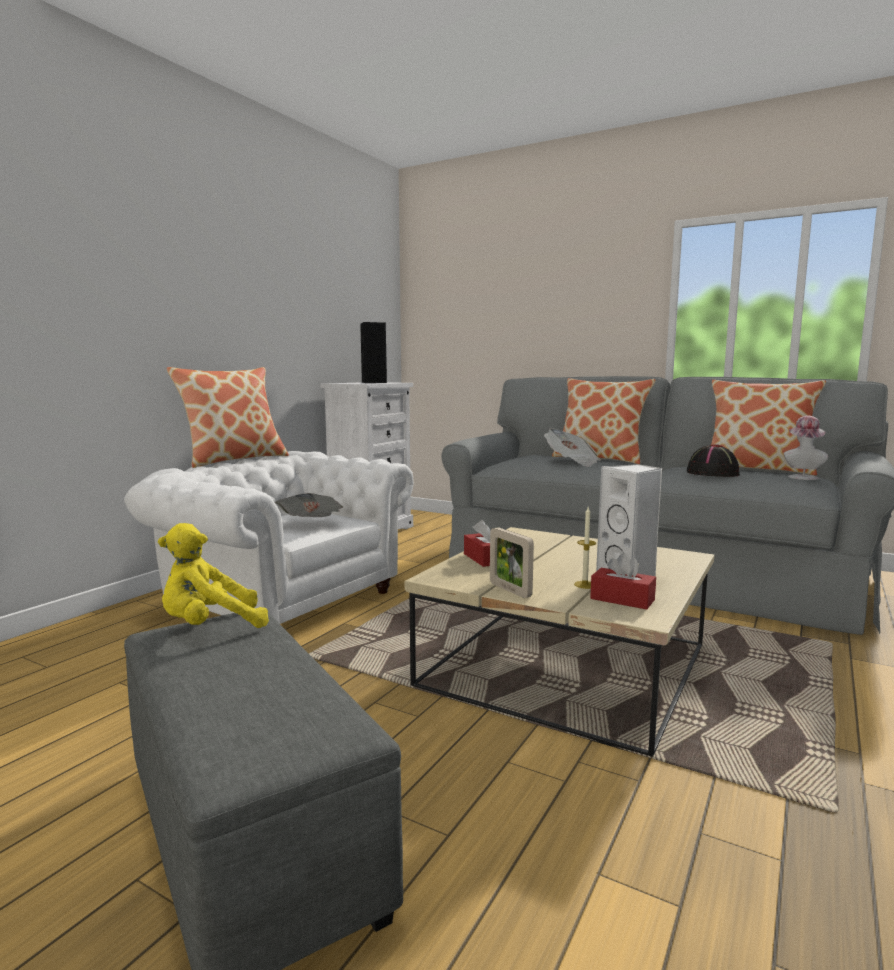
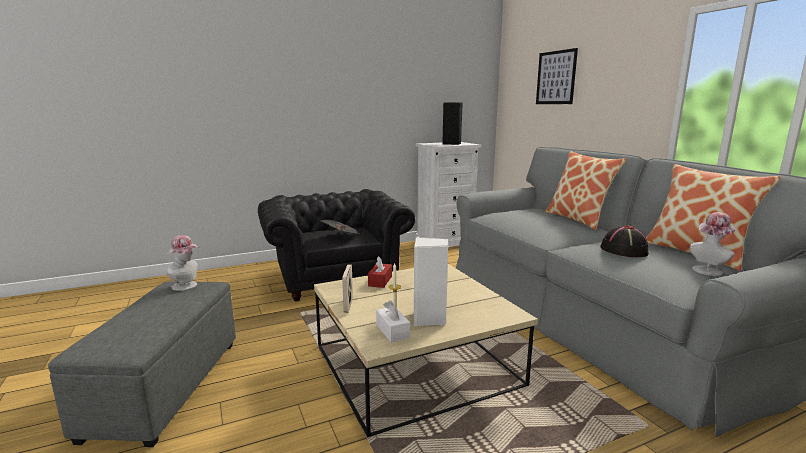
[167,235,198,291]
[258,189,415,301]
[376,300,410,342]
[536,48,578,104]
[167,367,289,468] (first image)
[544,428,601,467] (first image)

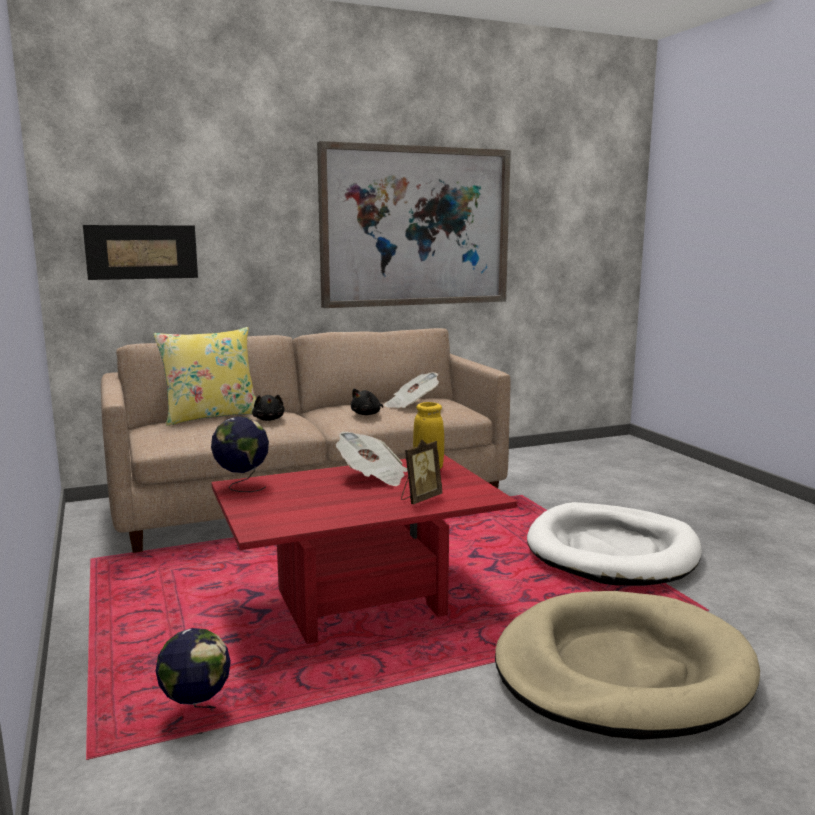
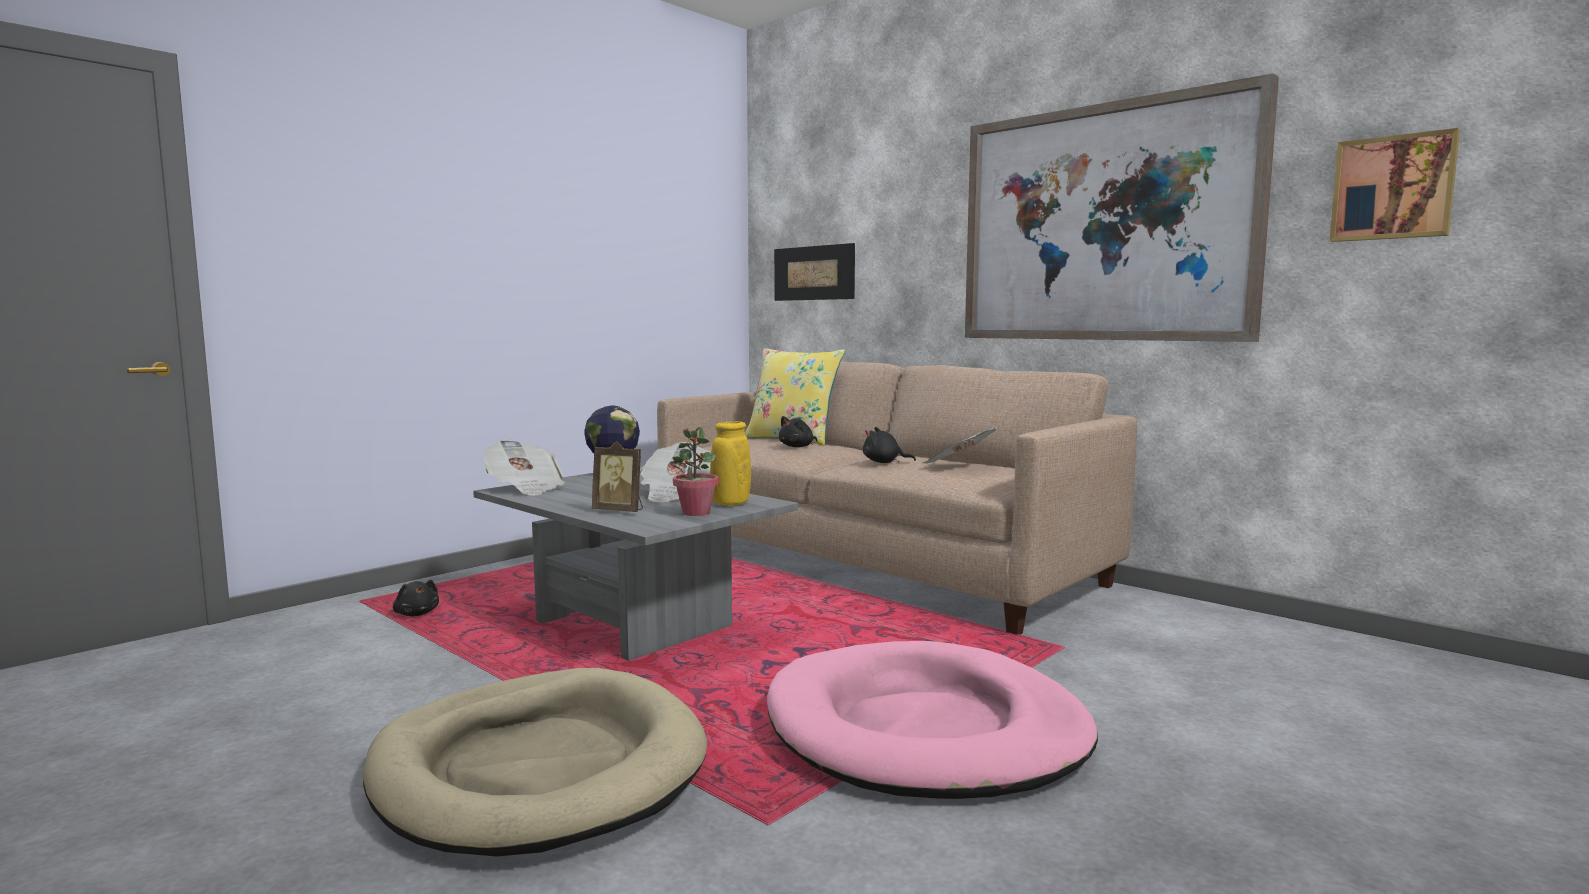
[393,580,439,616]
[473,473,798,661]
[483,439,565,496]
[673,427,719,516]
[767,641,1098,799]
[1329,128,1460,242]

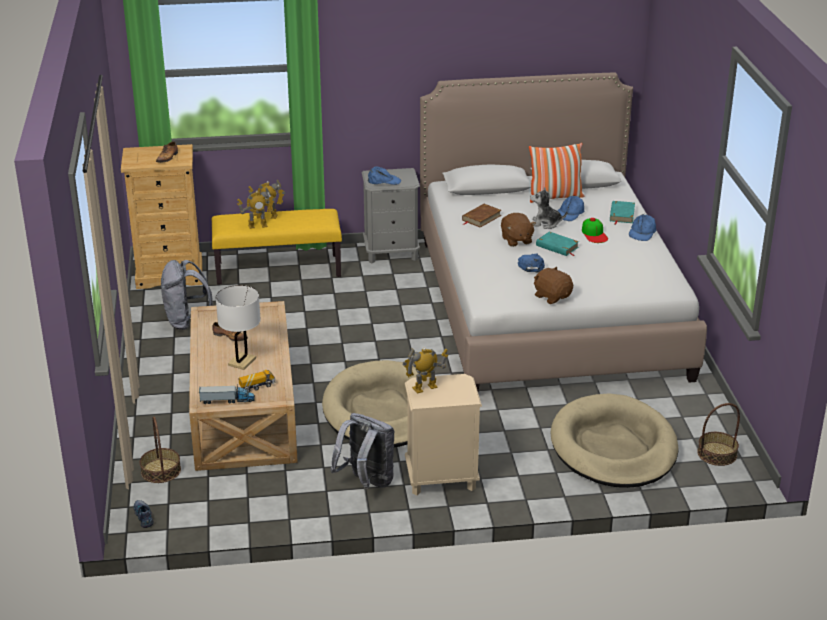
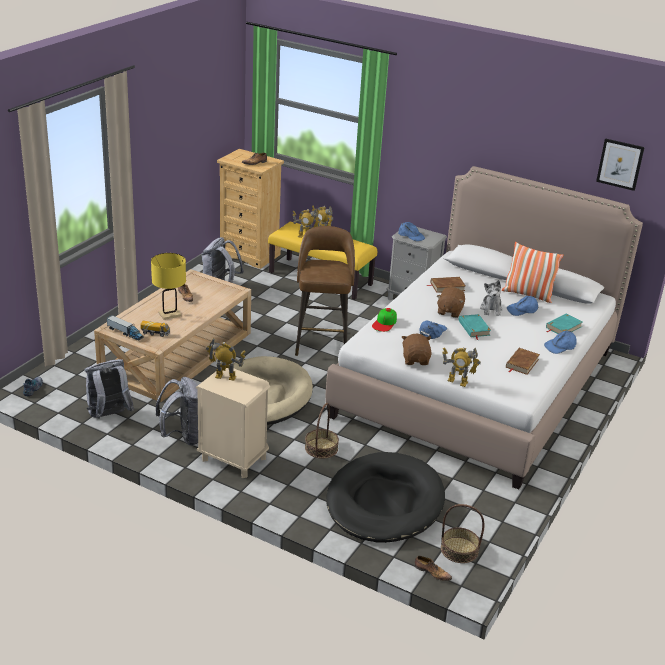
[84,359,134,419]
[151,253,186,320]
[295,226,355,356]
[305,403,339,458]
[326,452,445,543]
[372,308,397,332]
[415,556,452,581]
[442,347,481,387]
[480,280,503,316]
[506,348,540,375]
[596,138,645,191]

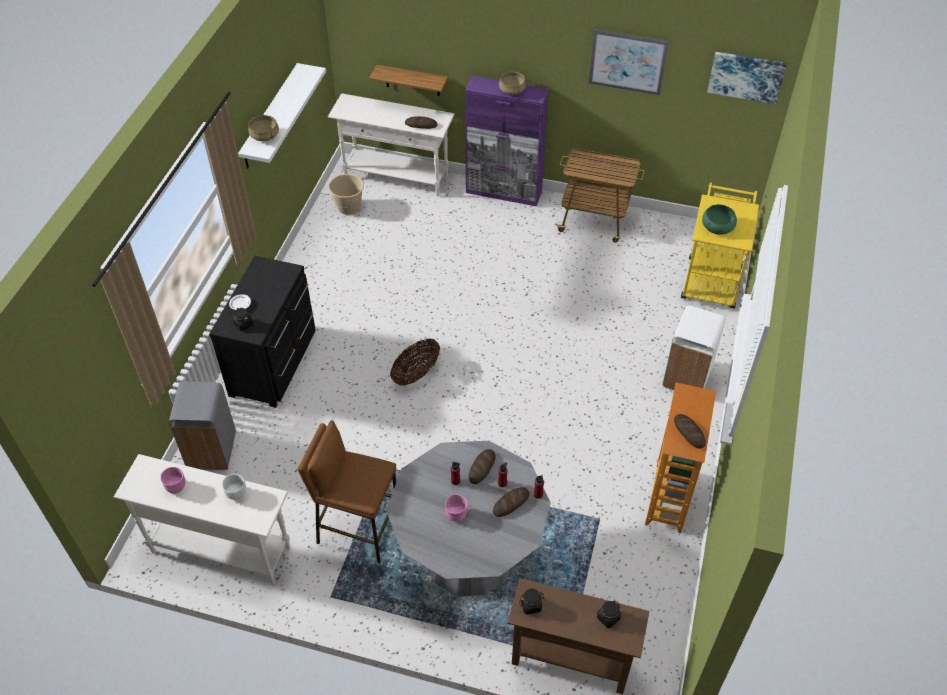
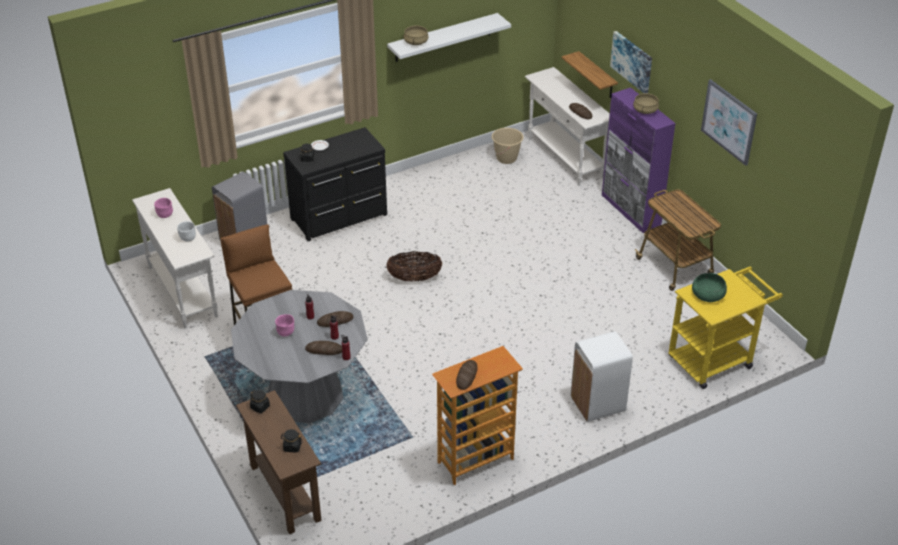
[610,31,652,93]

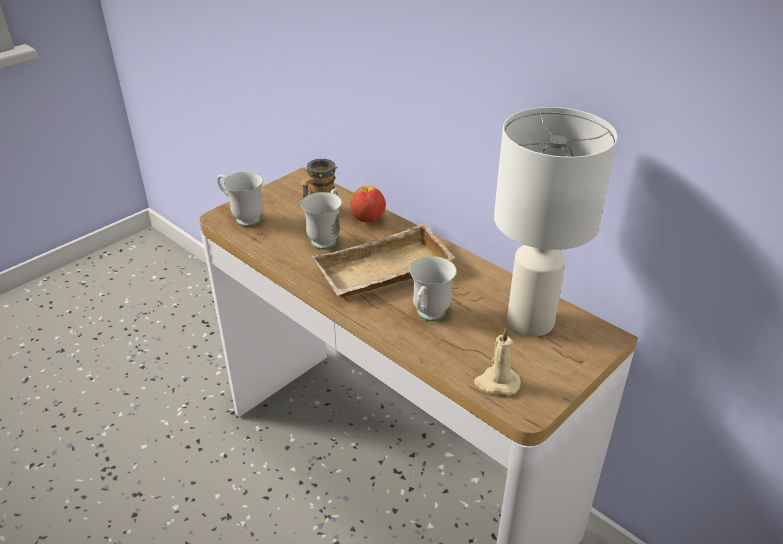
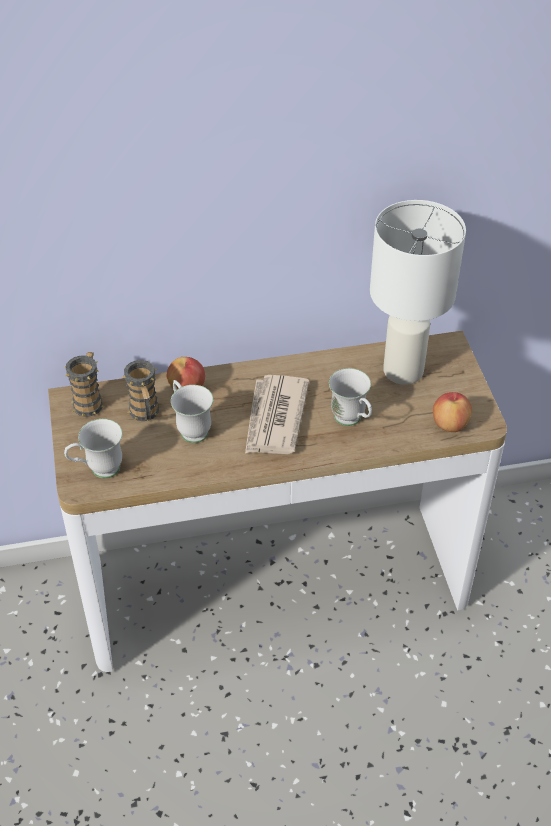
[64,352,105,417]
[245,375,309,454]
[433,392,472,432]

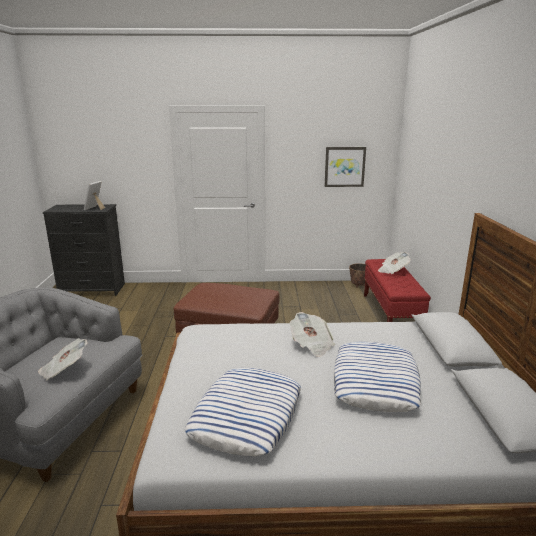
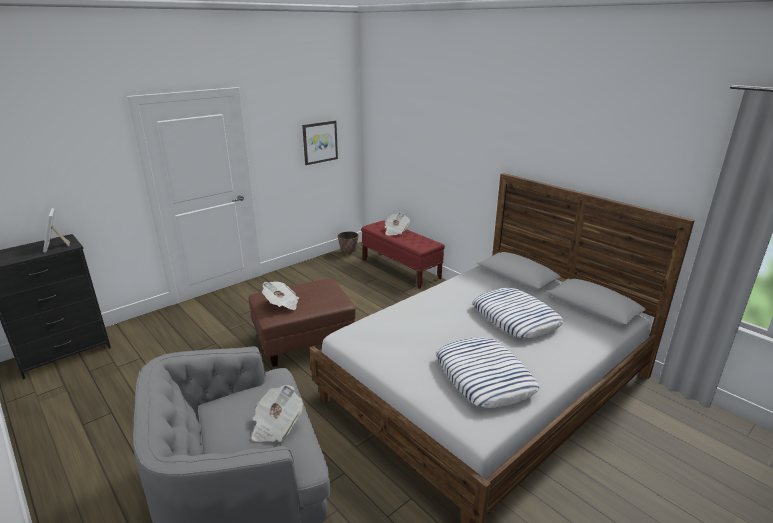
[262,281,299,310]

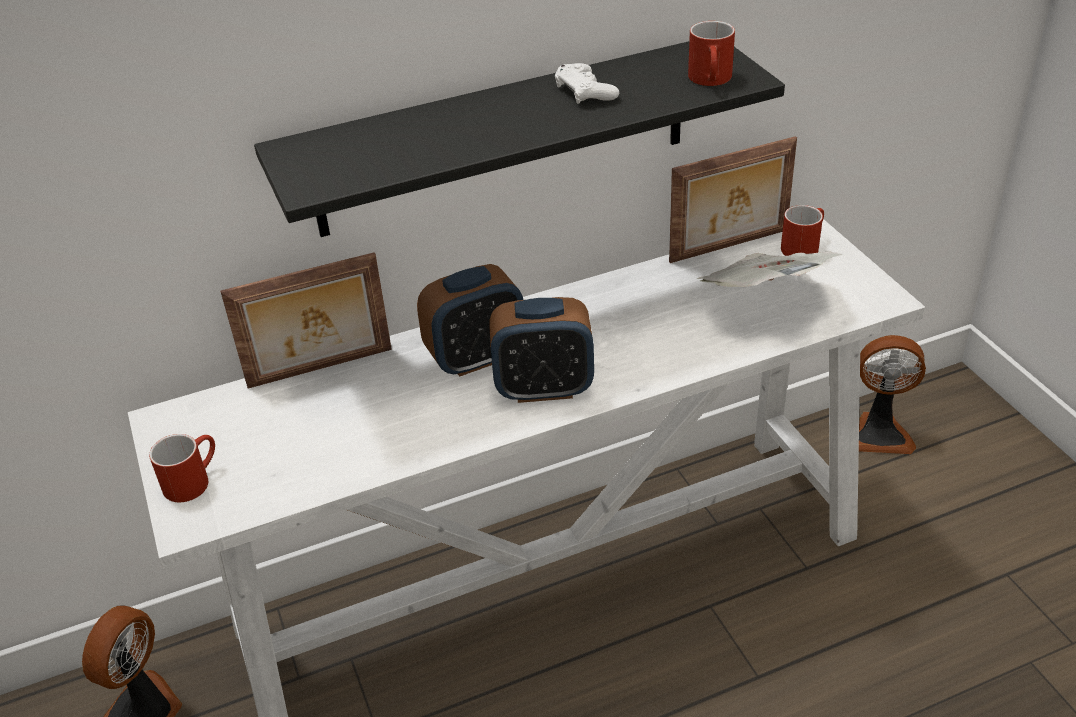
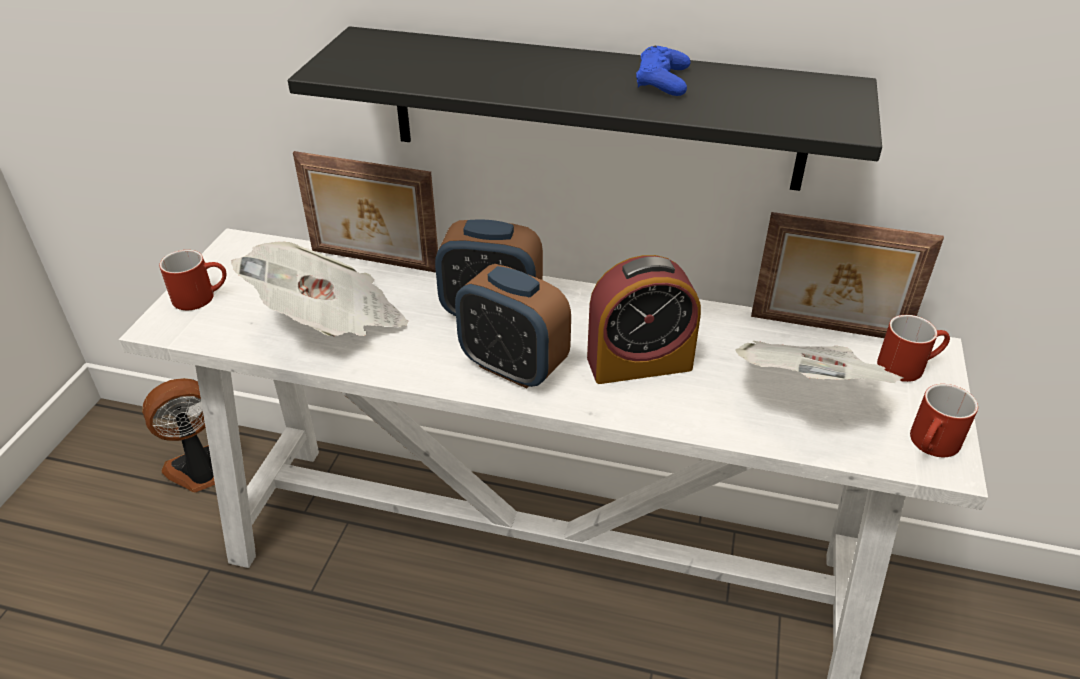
[231,241,409,337]
[587,255,701,384]
[636,46,691,96]
[910,384,978,457]
[859,335,926,454] (first image)

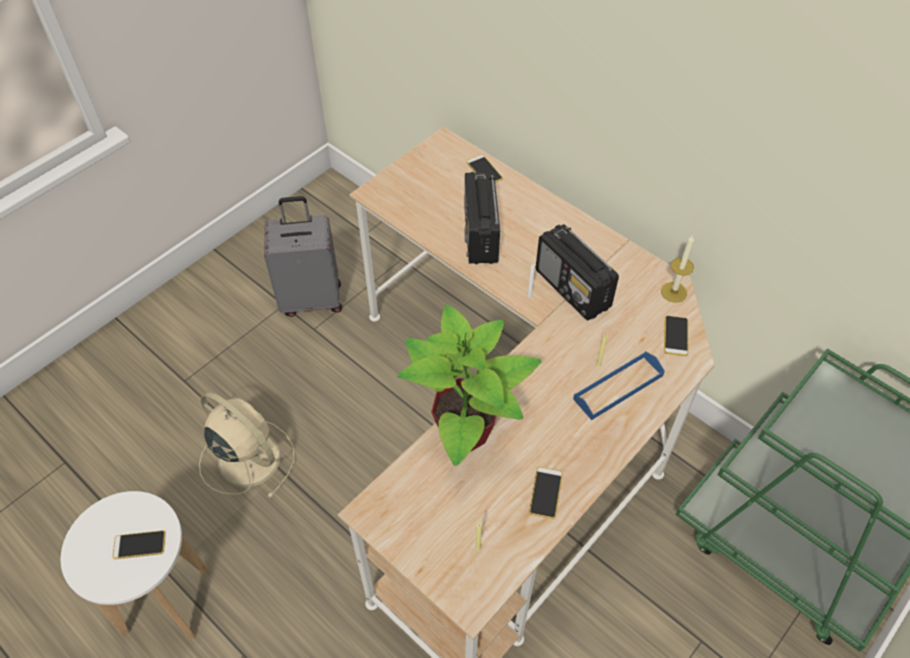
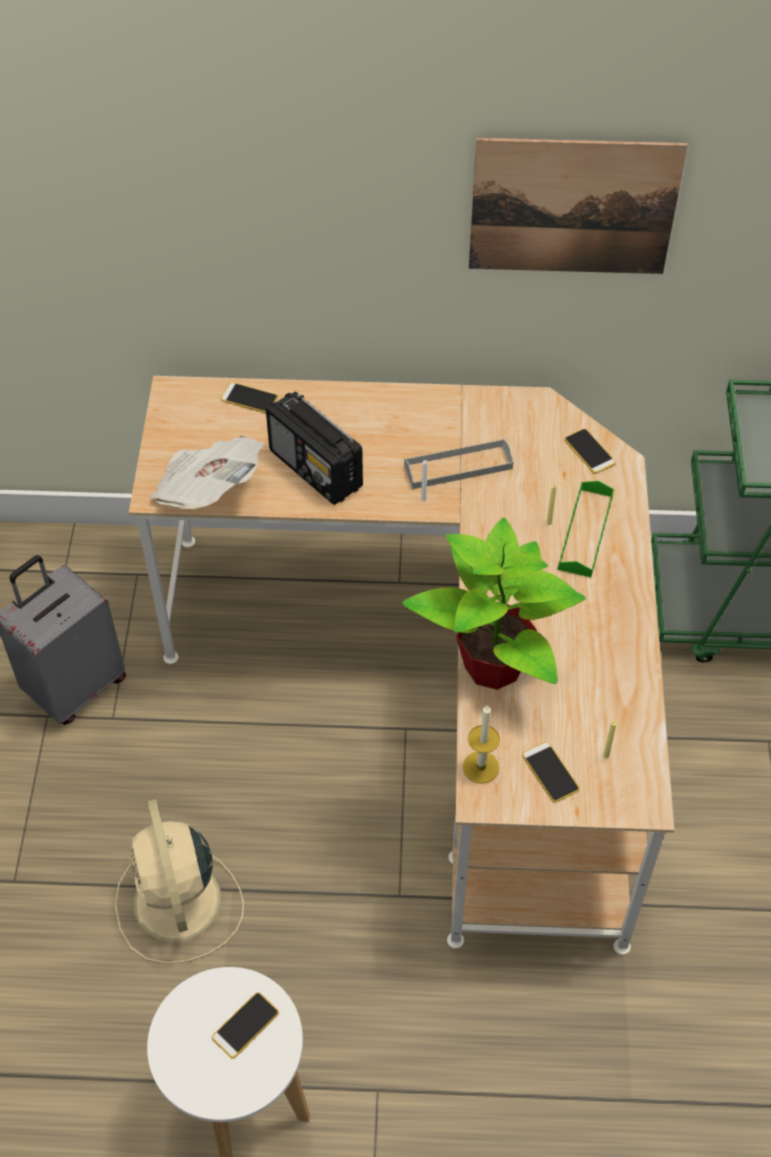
[115,799,244,964]
[149,436,264,510]
[404,438,513,489]
[463,705,500,784]
[469,138,688,274]
[522,742,580,803]
[558,481,614,577]

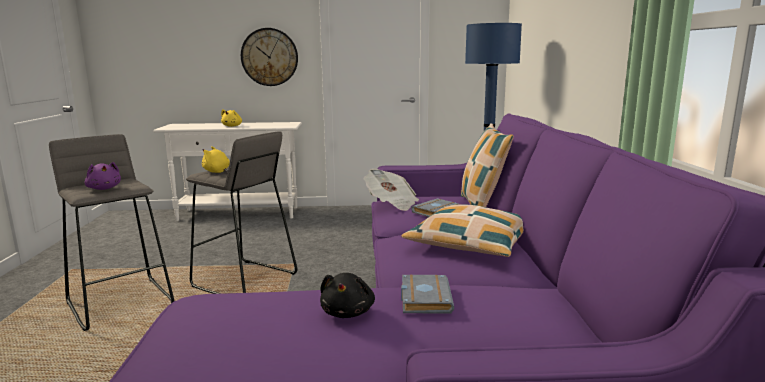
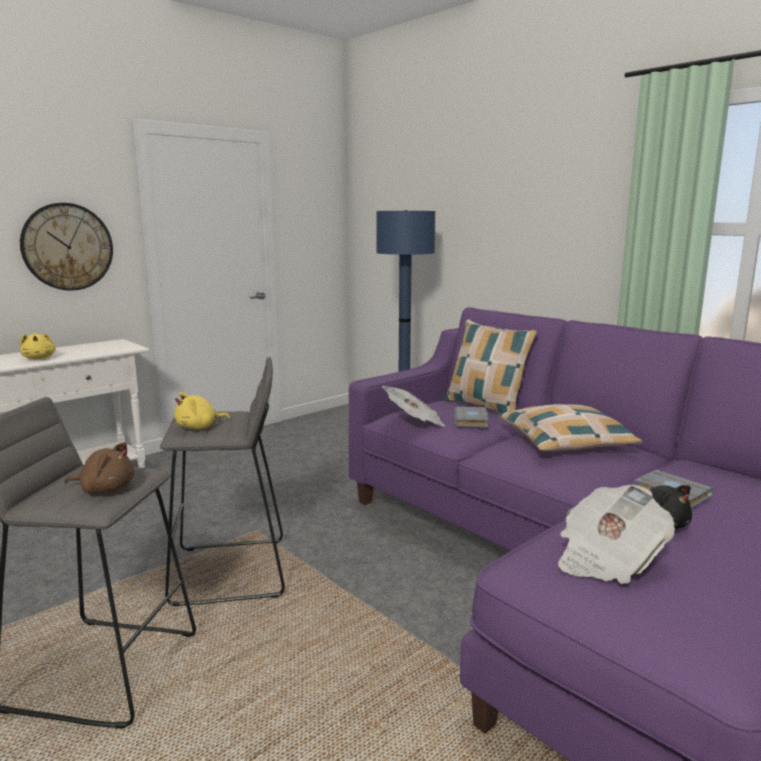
[65,442,134,493]
[558,485,675,584]

